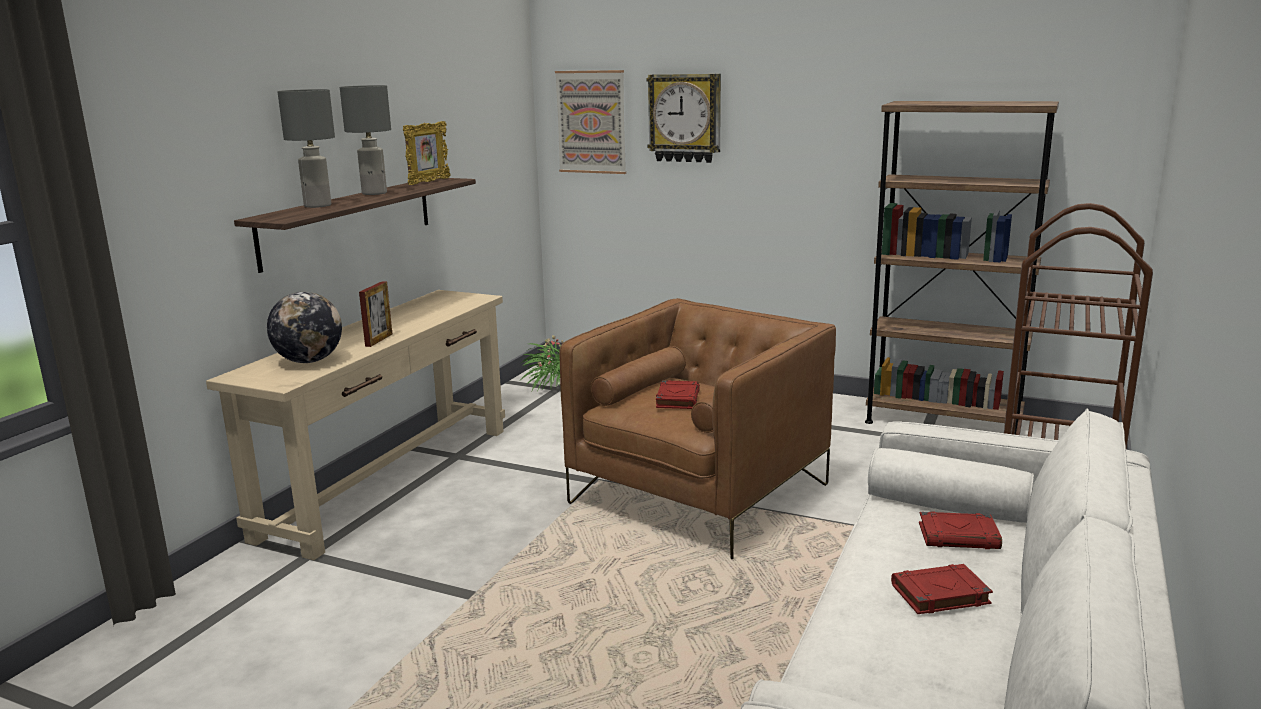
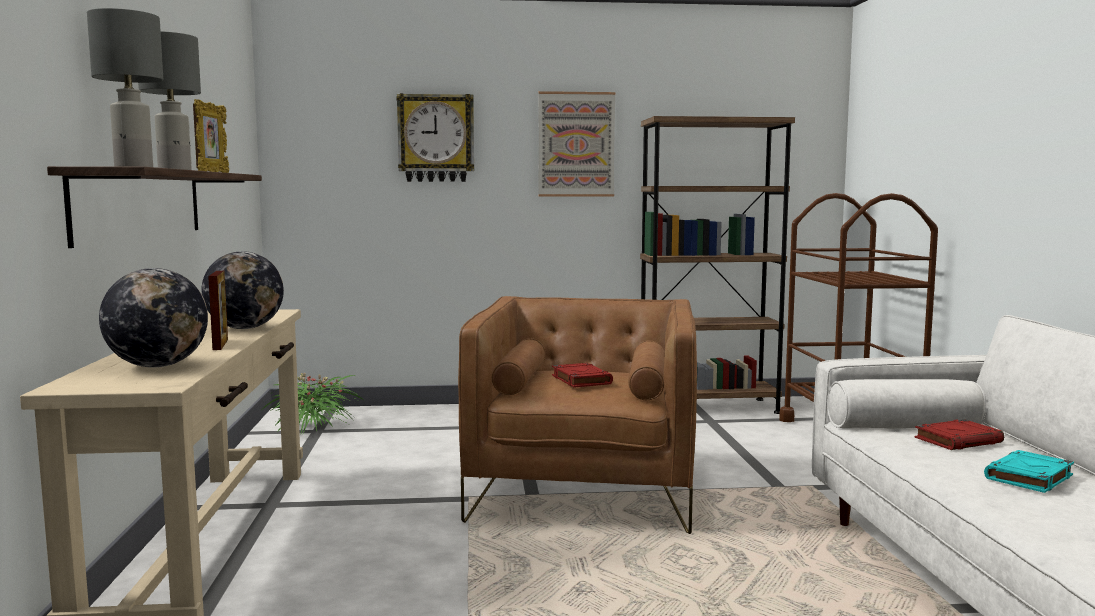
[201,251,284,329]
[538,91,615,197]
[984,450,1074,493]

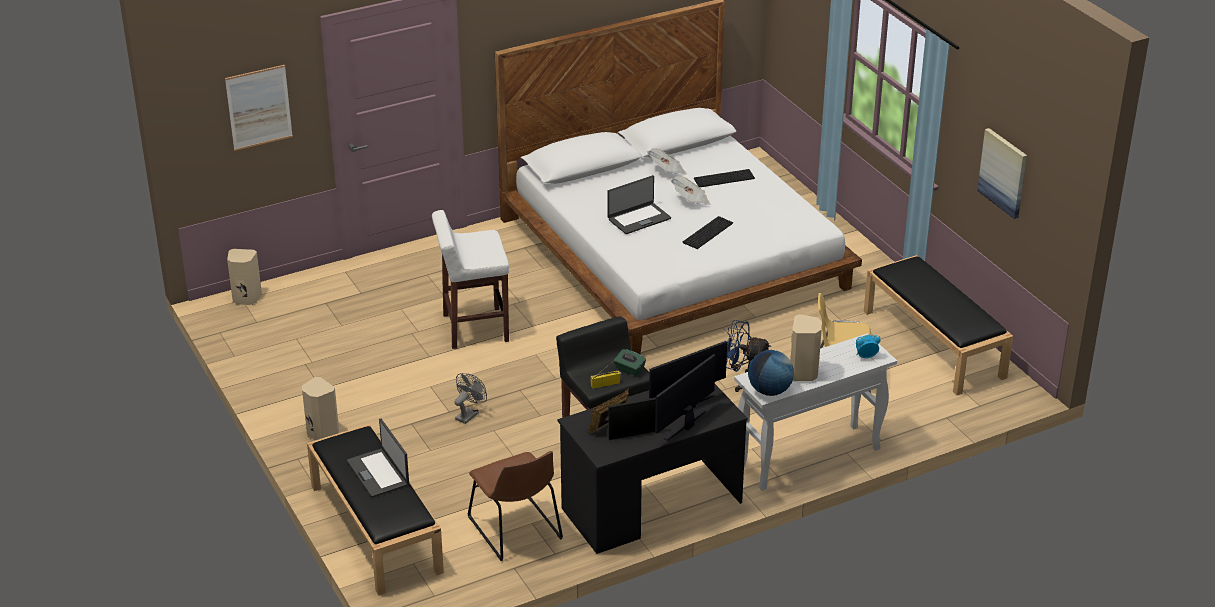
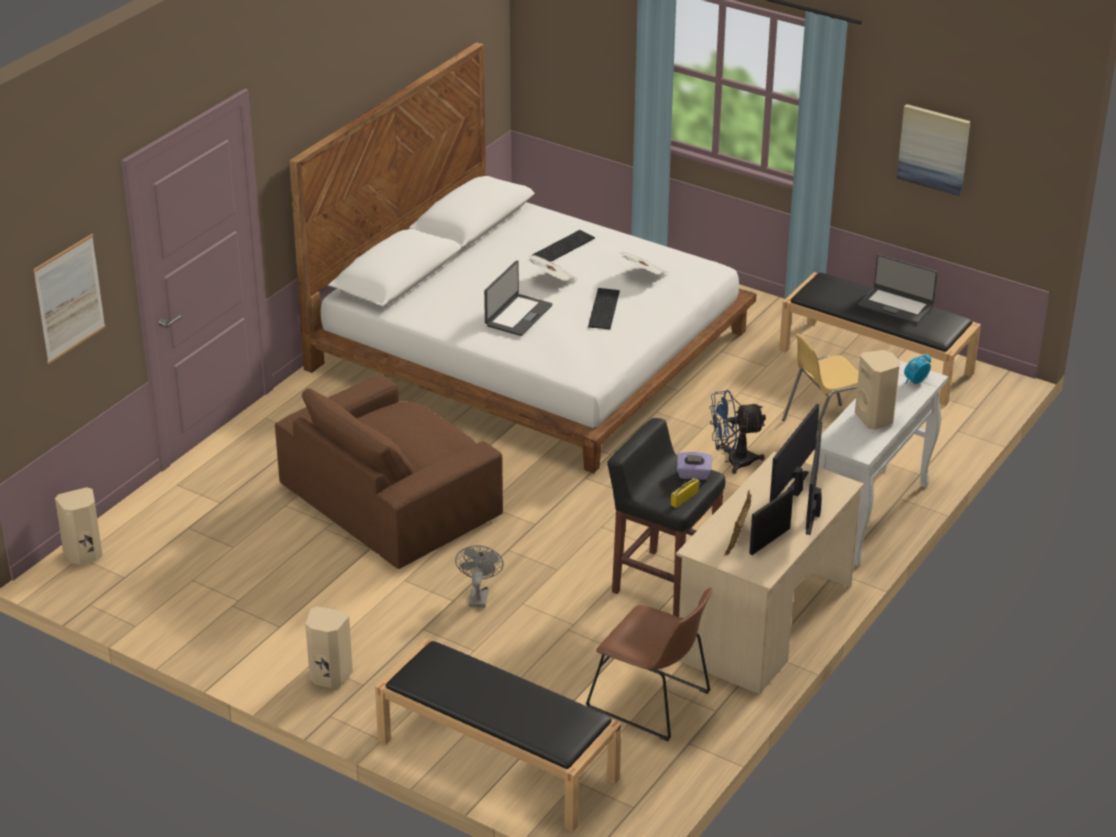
[275,374,503,569]
[620,252,669,275]
[676,452,864,694]
[677,452,712,480]
[858,254,938,324]
[748,350,794,396] (first image)

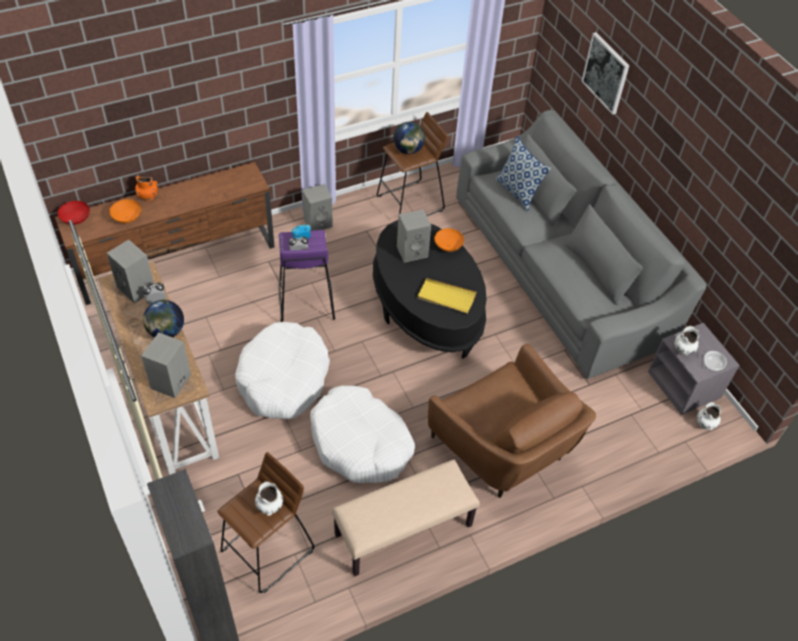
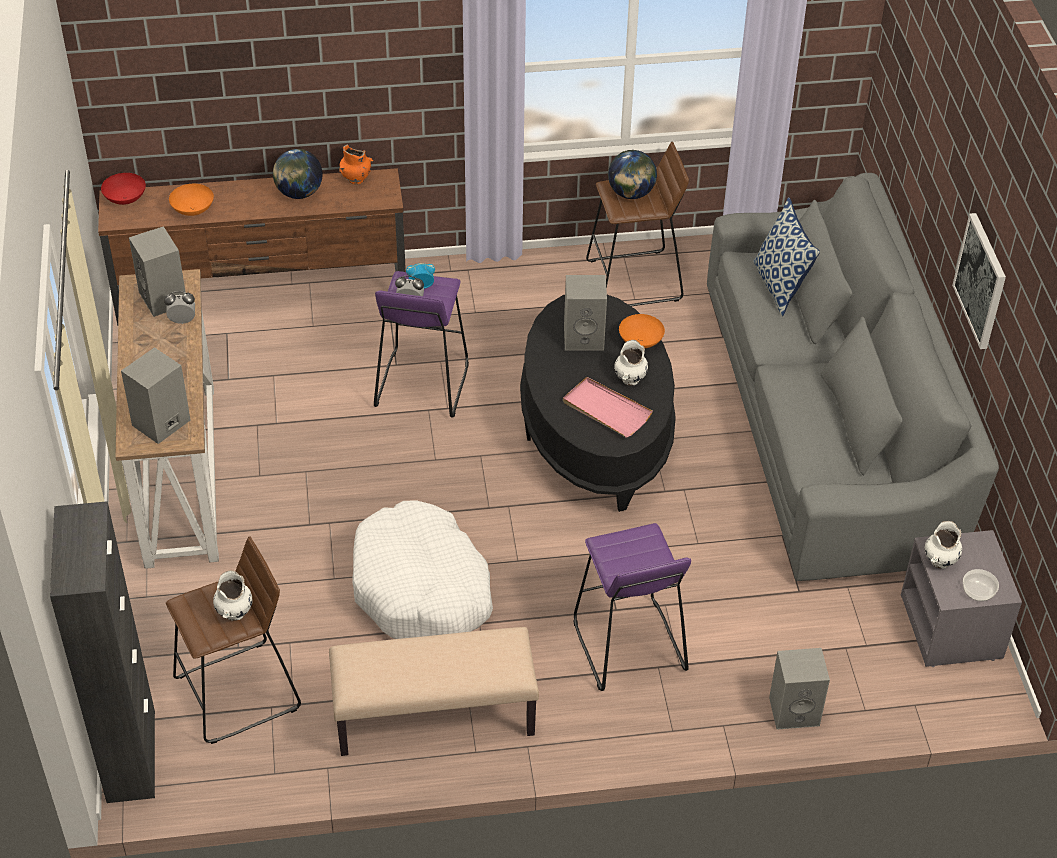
[273,149,323,199]
[339,145,373,185]
[563,377,653,438]
[574,523,691,691]
[614,340,648,385]
[769,648,830,730]
[952,213,1006,349]
[235,322,330,419] (first image)

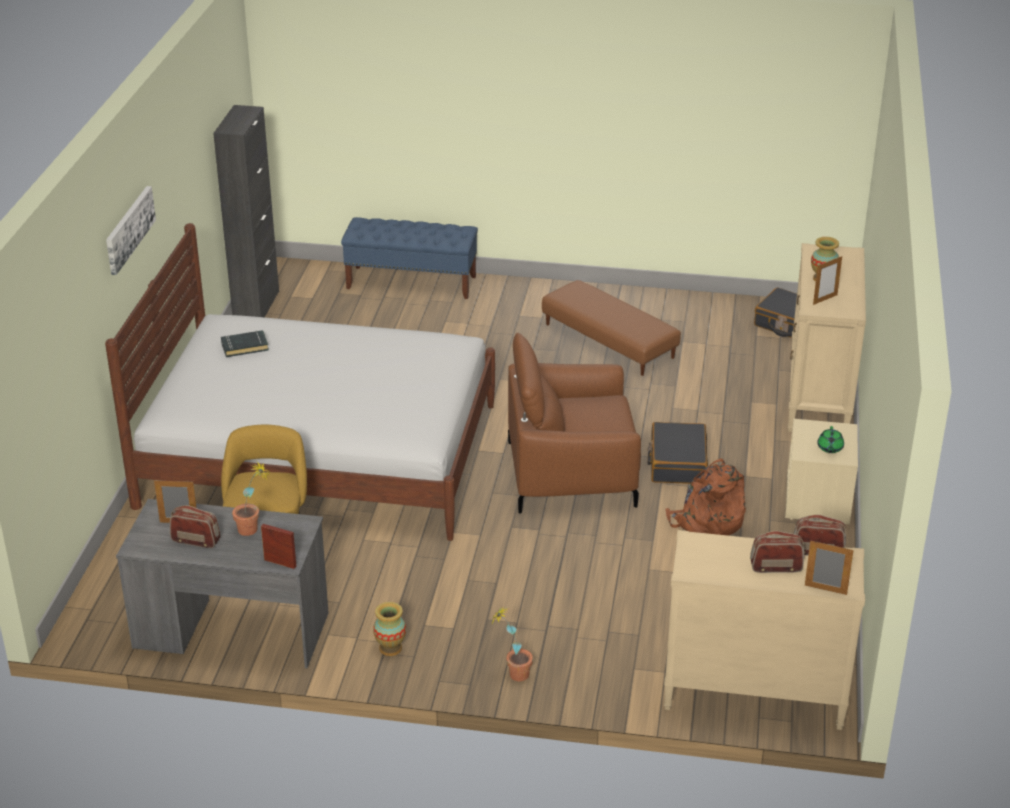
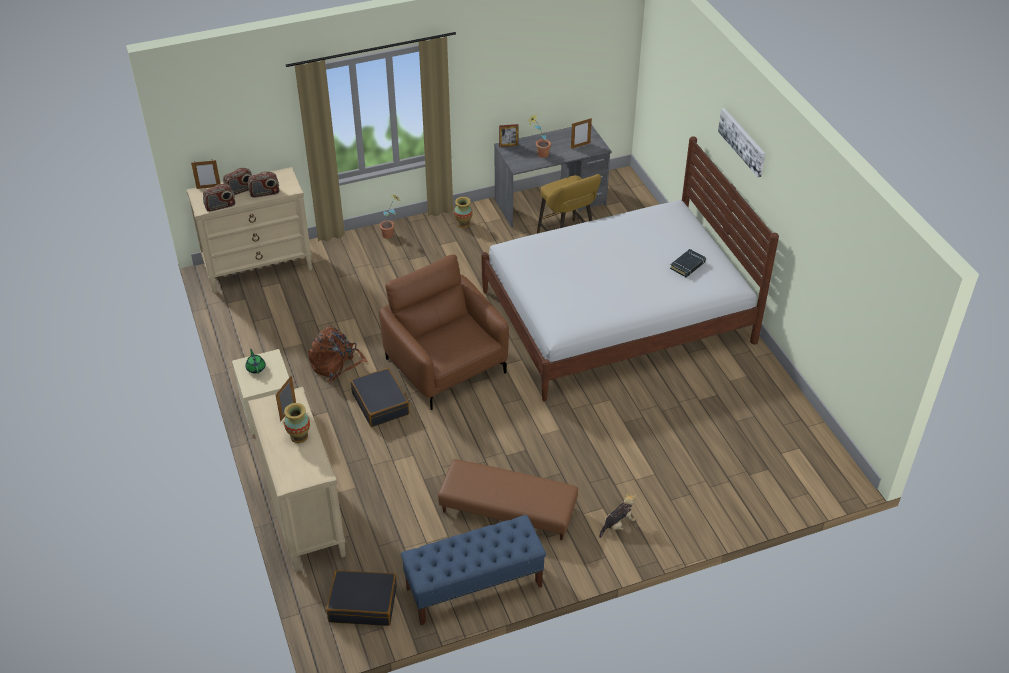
[248,171,279,198]
[380,254,509,410]
[401,515,546,625]
[599,492,636,538]
[213,105,279,317] (first image)

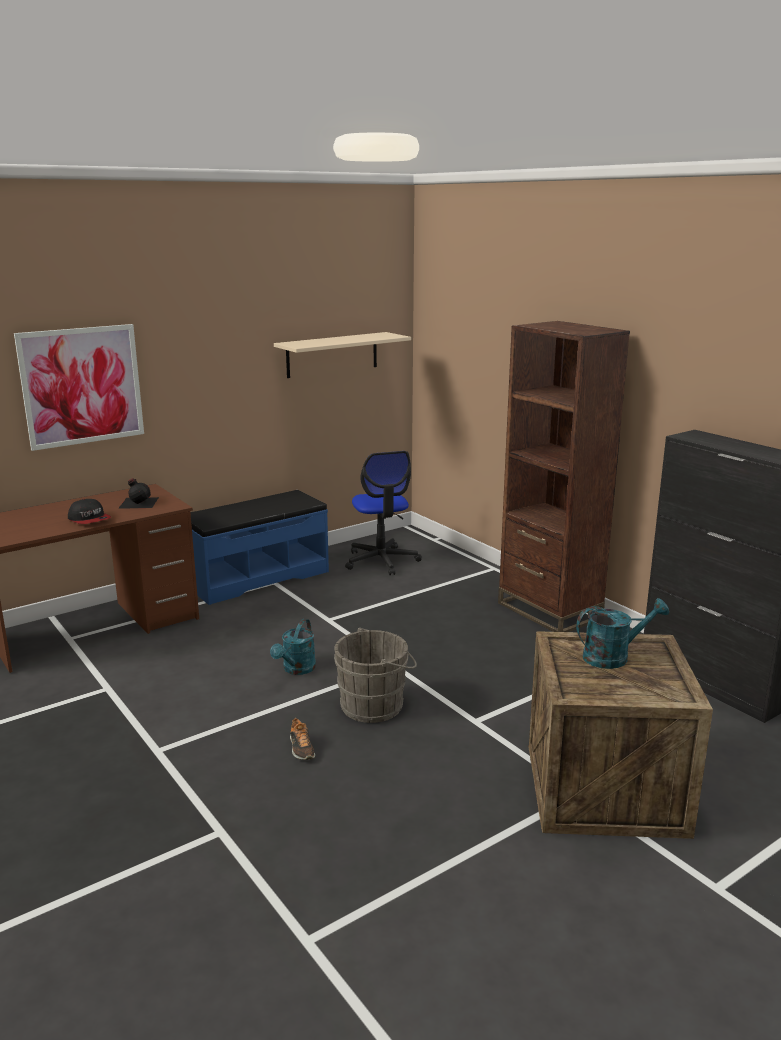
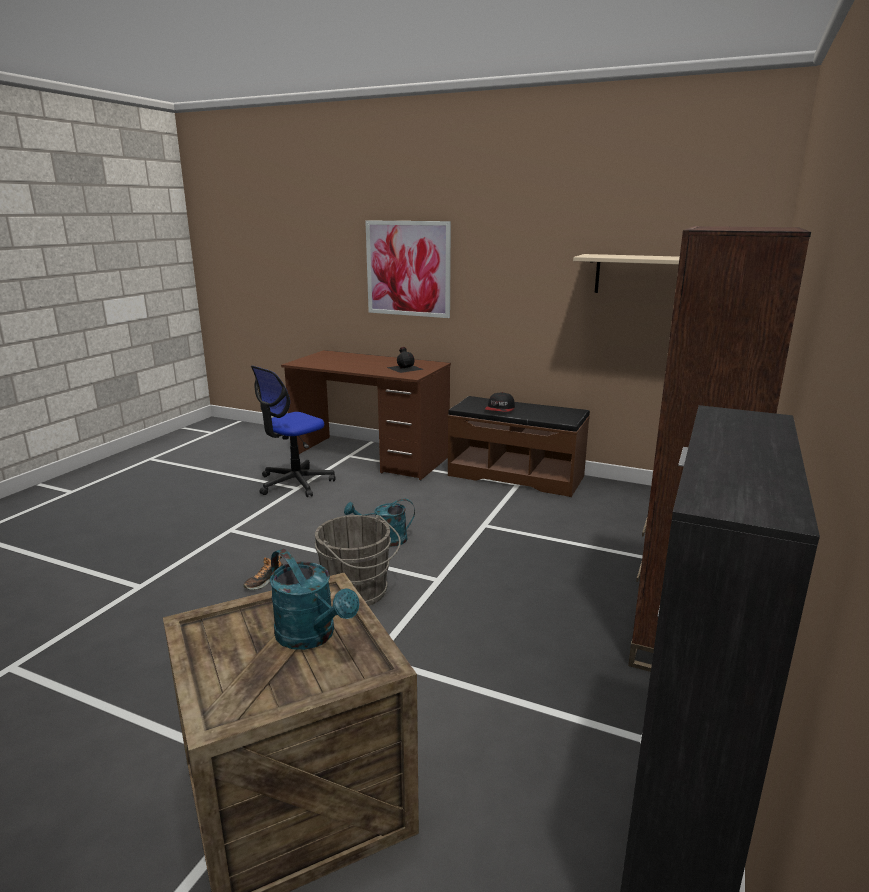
[251,366,336,497]
[447,396,590,497]
[485,392,515,412]

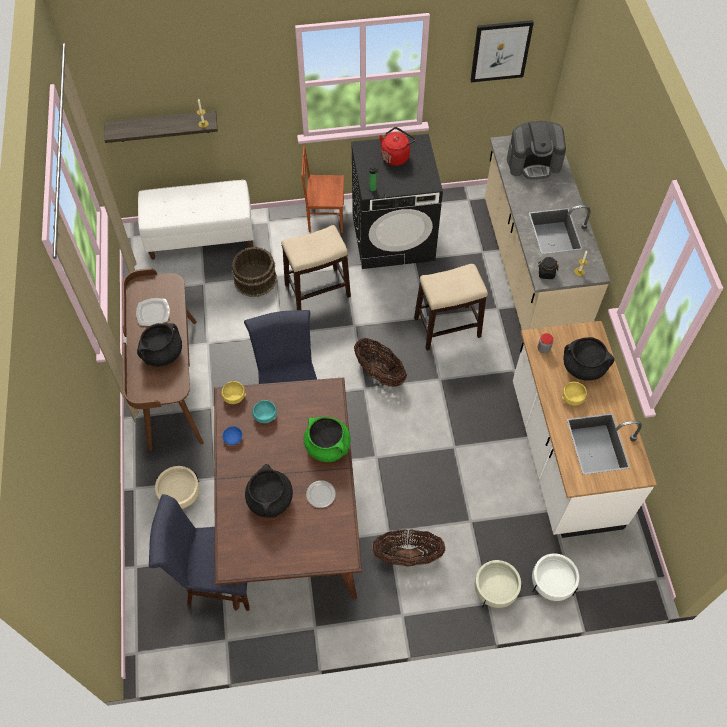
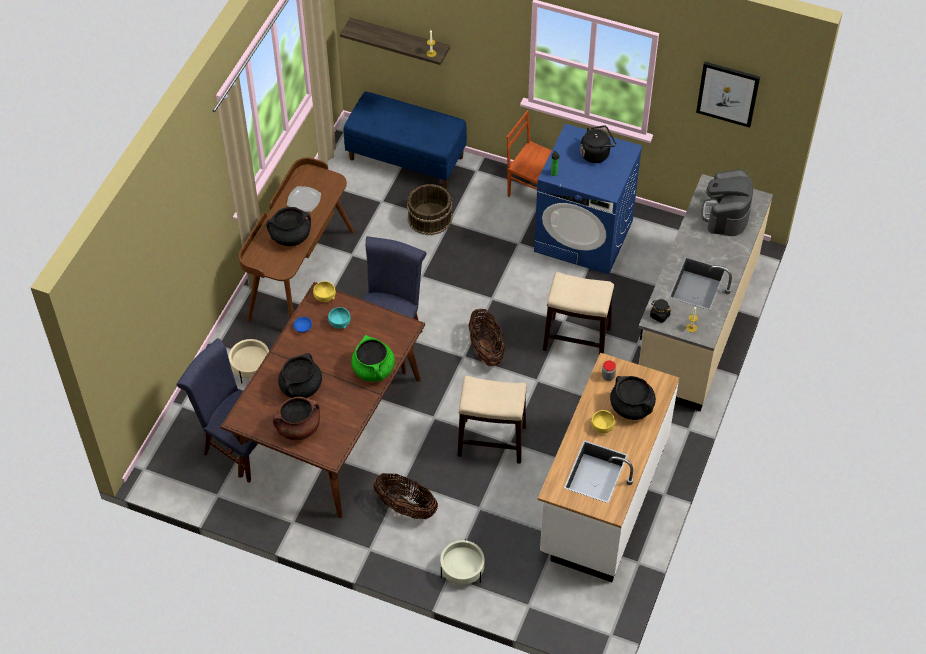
[273,397,320,440]
[344,91,467,189]
[458,376,527,464]
[534,124,642,275]
[581,125,616,163]
[701,169,753,236]
[306,480,336,508] (first image)
[532,552,579,601] (first image)

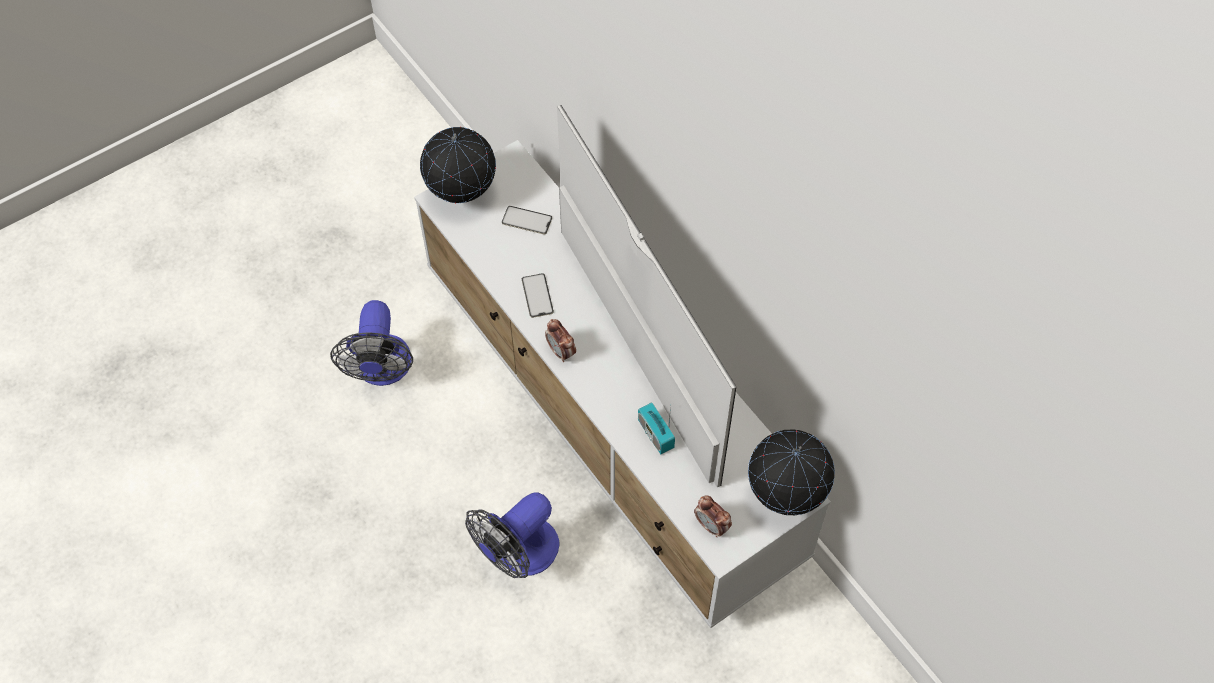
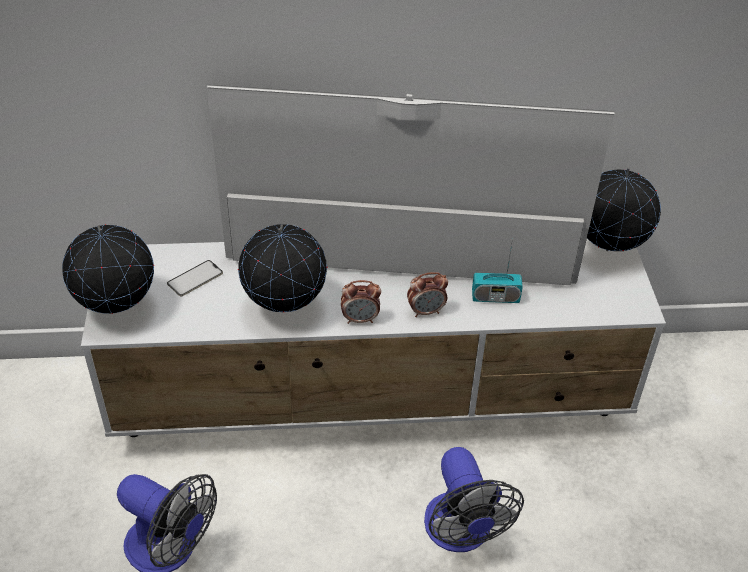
[238,224,327,312]
[407,272,448,317]

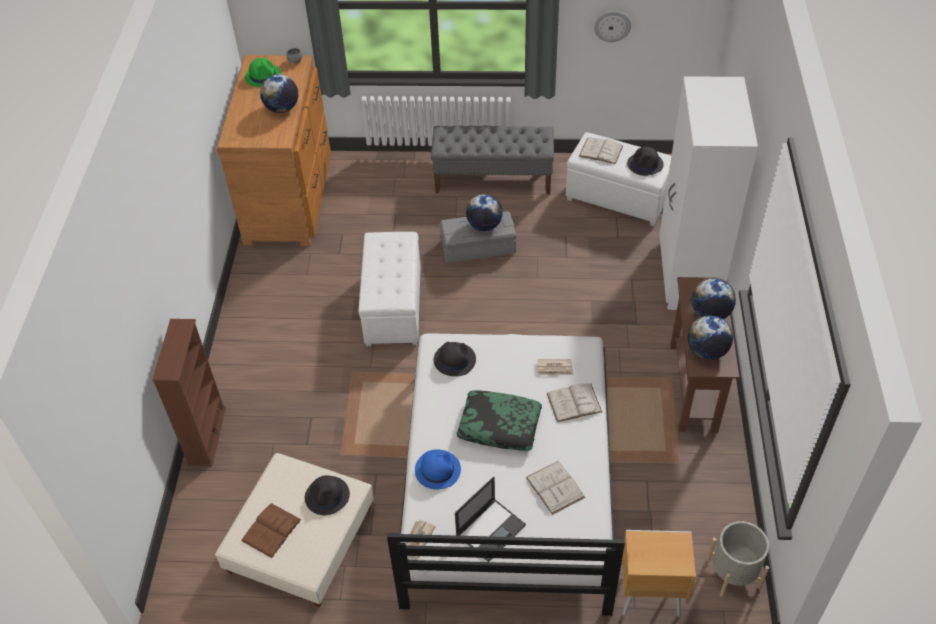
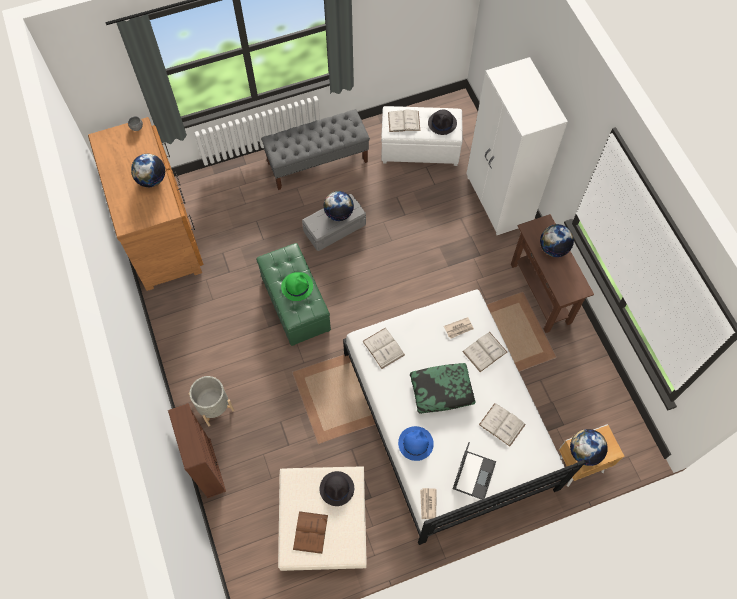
[189,376,234,426]
[256,243,331,346]
[281,272,313,301]
[363,328,405,369]
[570,429,608,466]
[594,11,631,42] (first image)

